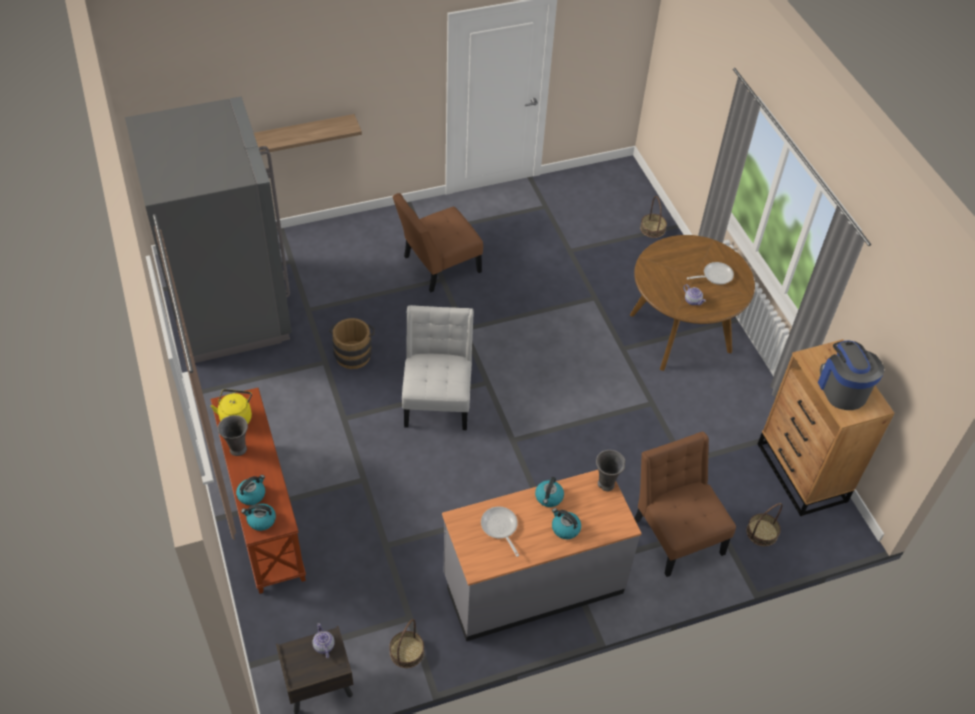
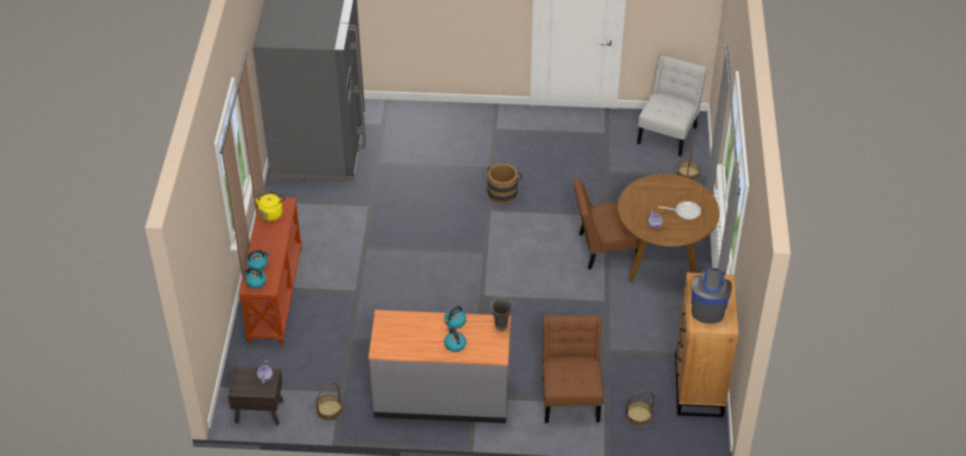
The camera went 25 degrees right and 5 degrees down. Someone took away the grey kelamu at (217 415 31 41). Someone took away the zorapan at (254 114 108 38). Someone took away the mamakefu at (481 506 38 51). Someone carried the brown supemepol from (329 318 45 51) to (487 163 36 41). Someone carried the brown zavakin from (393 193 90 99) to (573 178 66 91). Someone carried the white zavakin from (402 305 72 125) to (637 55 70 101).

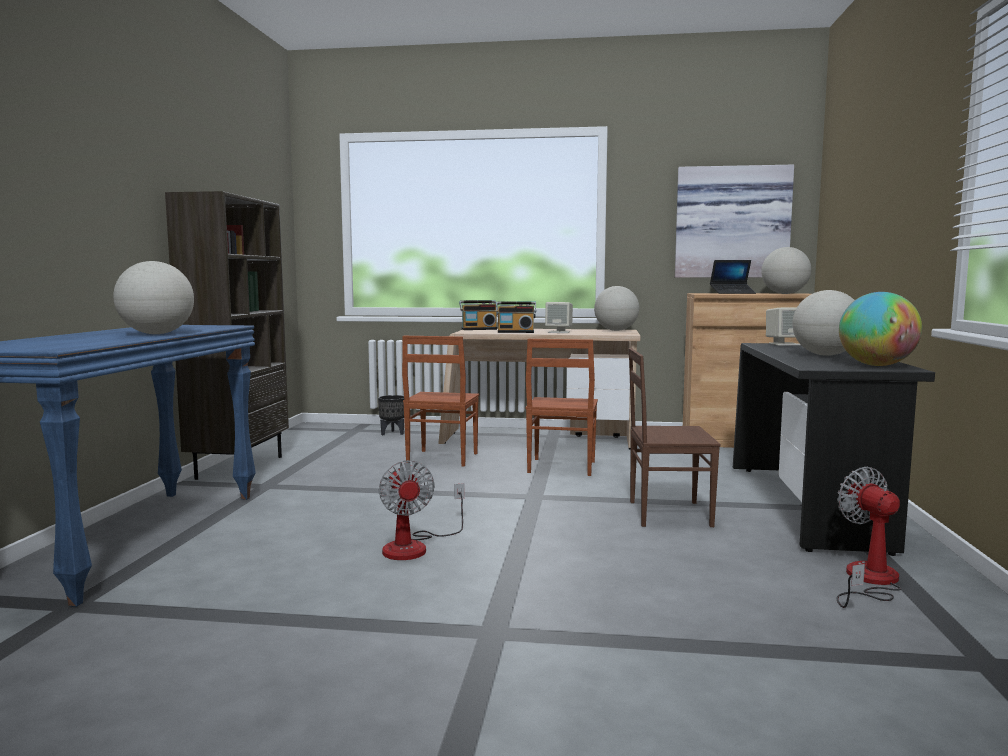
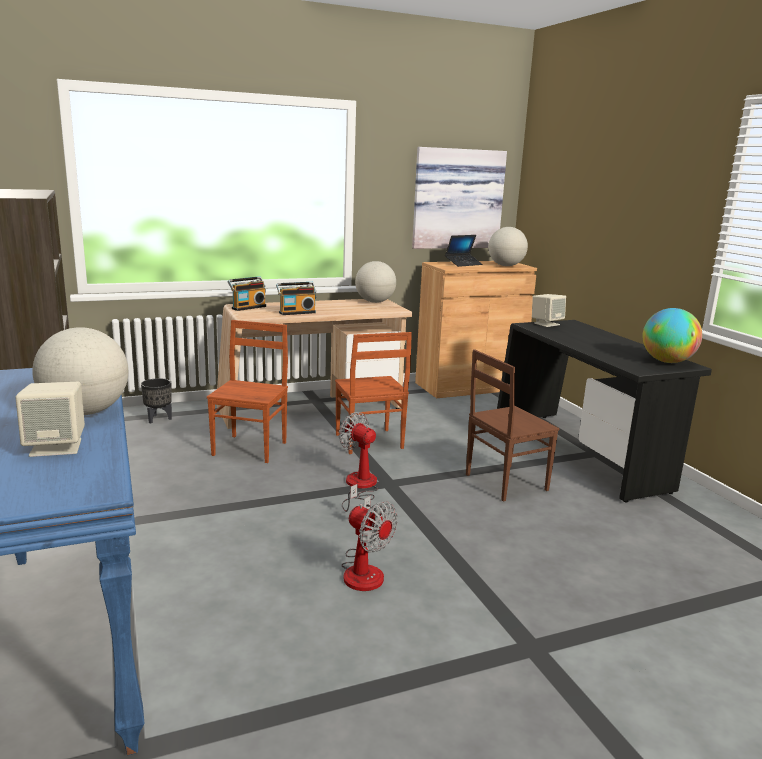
The camera went 30 degrees left and 10 degrees up. Someone took away the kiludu at (792 290 63 66). Someone carried the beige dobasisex from (545 302 28 31) to (15 382 70 75). Someone carried the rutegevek from (837 467 64 141) to (339 412 39 100). Someone rotated the brown zavakin at (402 336 77 131) by 150 degrees counterclockwise.

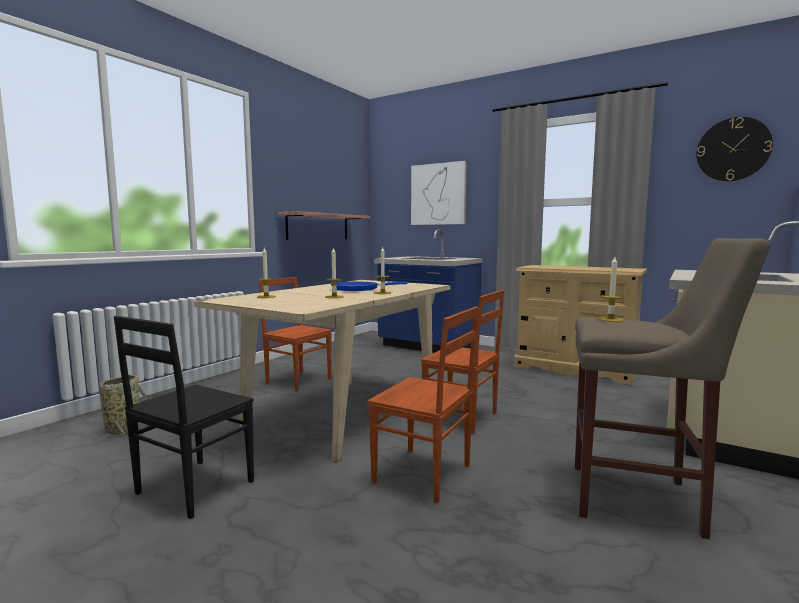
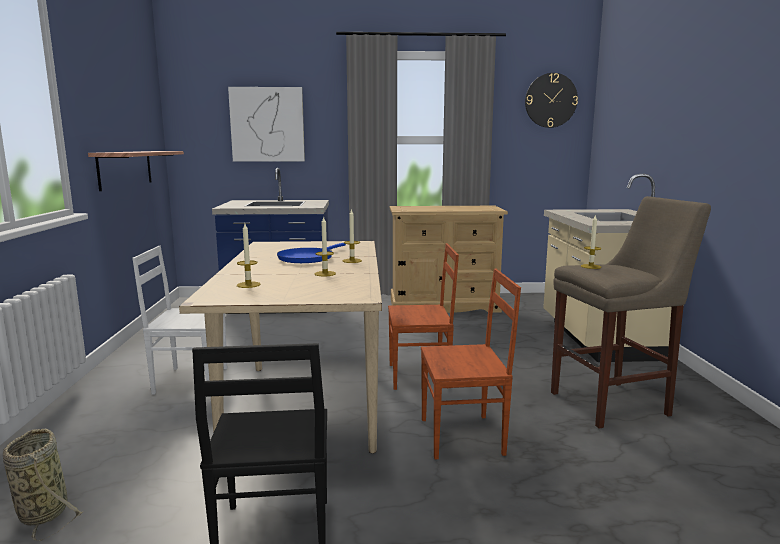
The camera went 35 degrees left and 5 degrees up. Someone repainted the brown zavakin at (259 277 73 115), which became the white zavakin at (132 246 95 149).

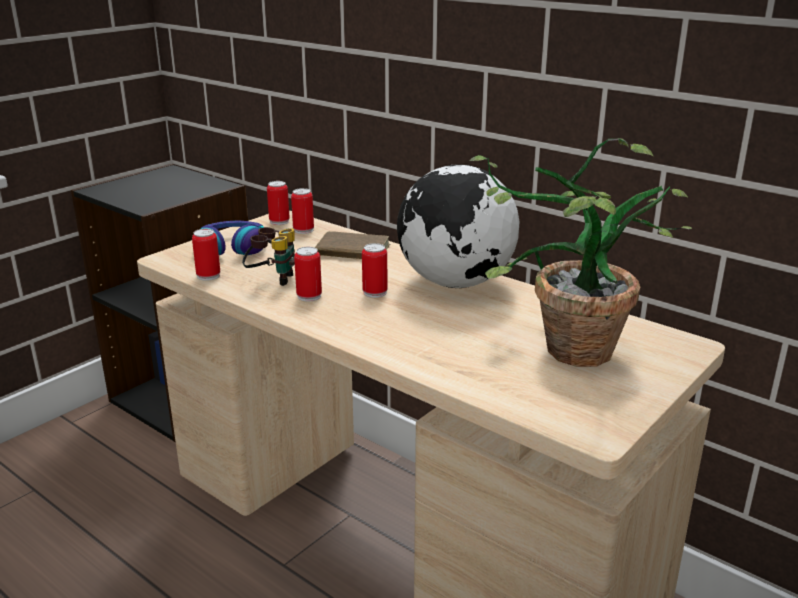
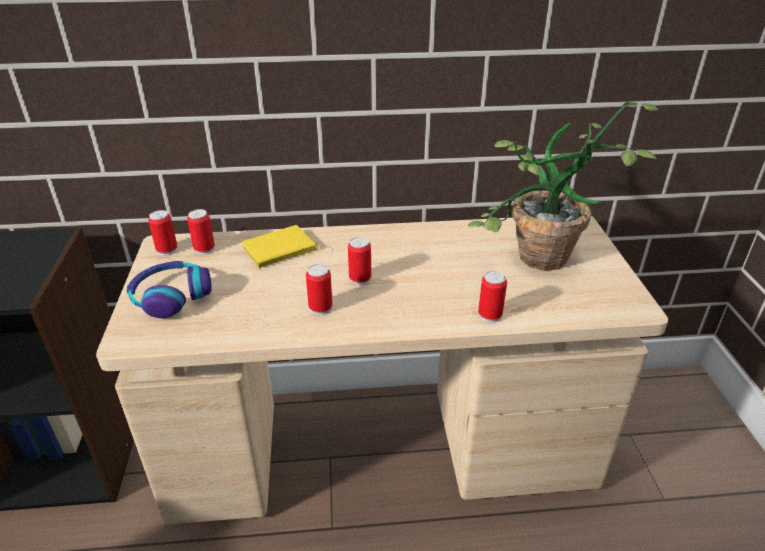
The camera went 45 degrees left and 10 degrees up. Someone took away the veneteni at (242 227 53 59). Someone took away the kiludu at (397 164 123 124). Someone carried the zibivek from (192 229 28 52) to (478 271 29 52). Someone repainted the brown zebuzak at (315 231 75 28), which became the yellow zebuzak at (241 225 81 43).

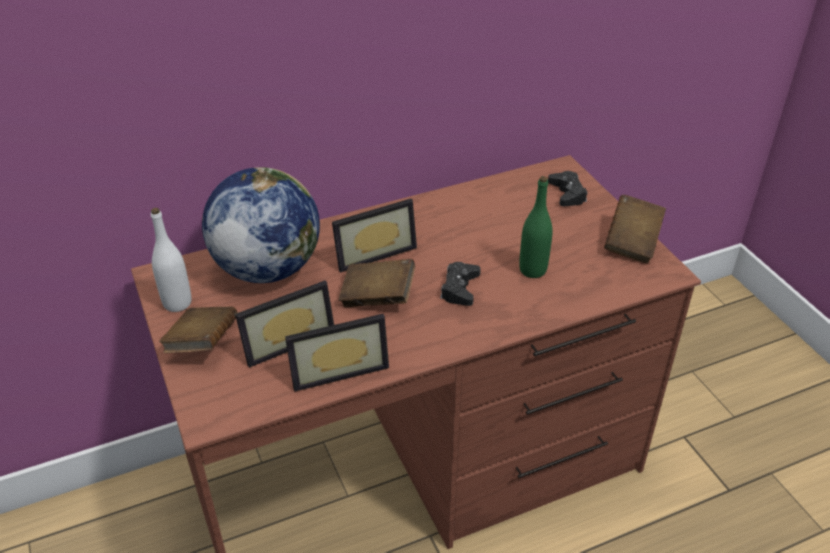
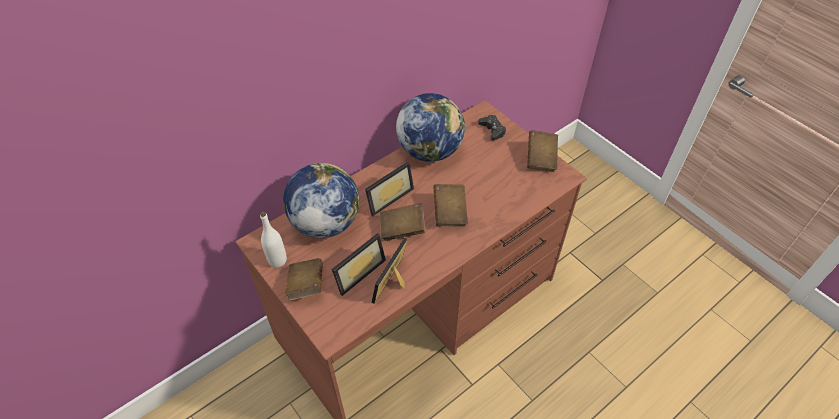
The camera went 15 degrees left and 10 degrees up. Someone took away the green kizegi at (519 176 34 102). Someone put down the kiludu at (396 93 69 69). Someone swapped the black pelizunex at (440 262 41 44) for the brown zebuzak at (433 184 35 43). Someone rotated the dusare at (285 314 104 78) by 150 degrees clockwise.

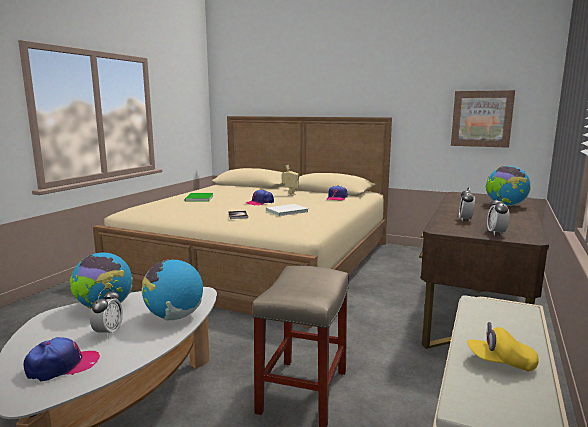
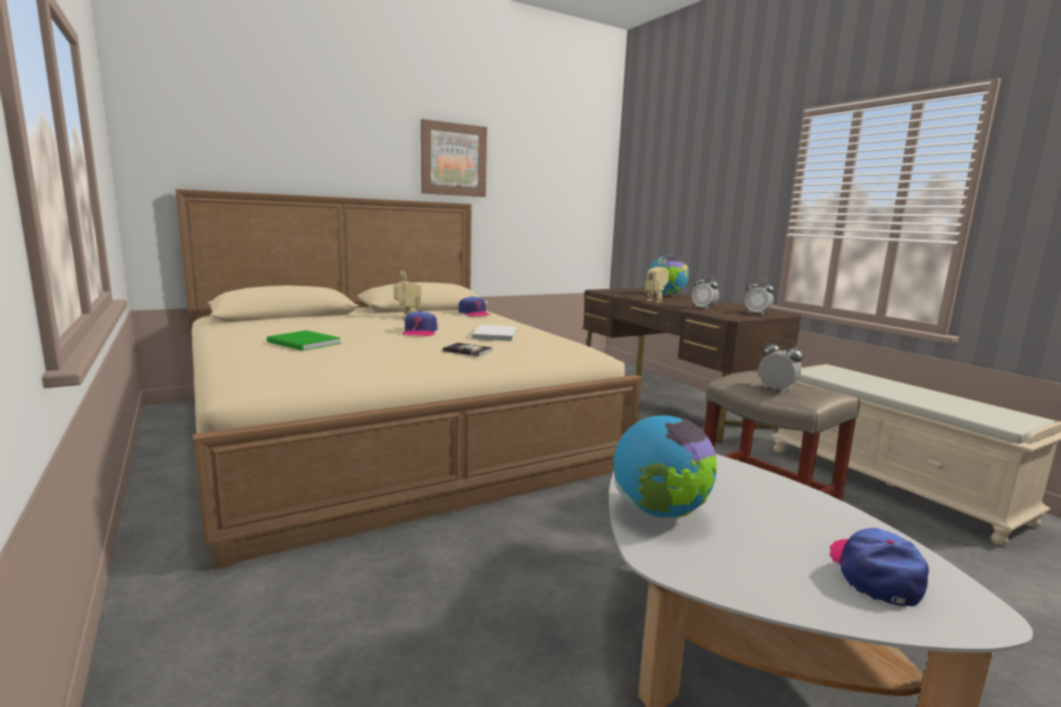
The camera went 55 degrees left and 0 degrees up. Someone took away the kiludu at (142 259 61 62). Someone took away the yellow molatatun at (467 322 72 49). Someone put down the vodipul at (645 257 24 46). Someone carried the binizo from (90 288 33 50) to (758 339 45 52). Someone carried the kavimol from (451 90 64 58) to (421 119 66 78).

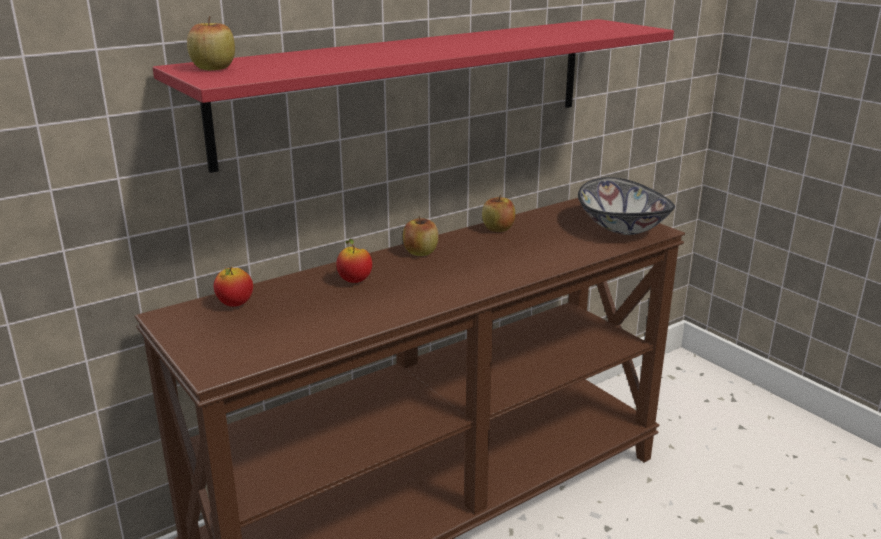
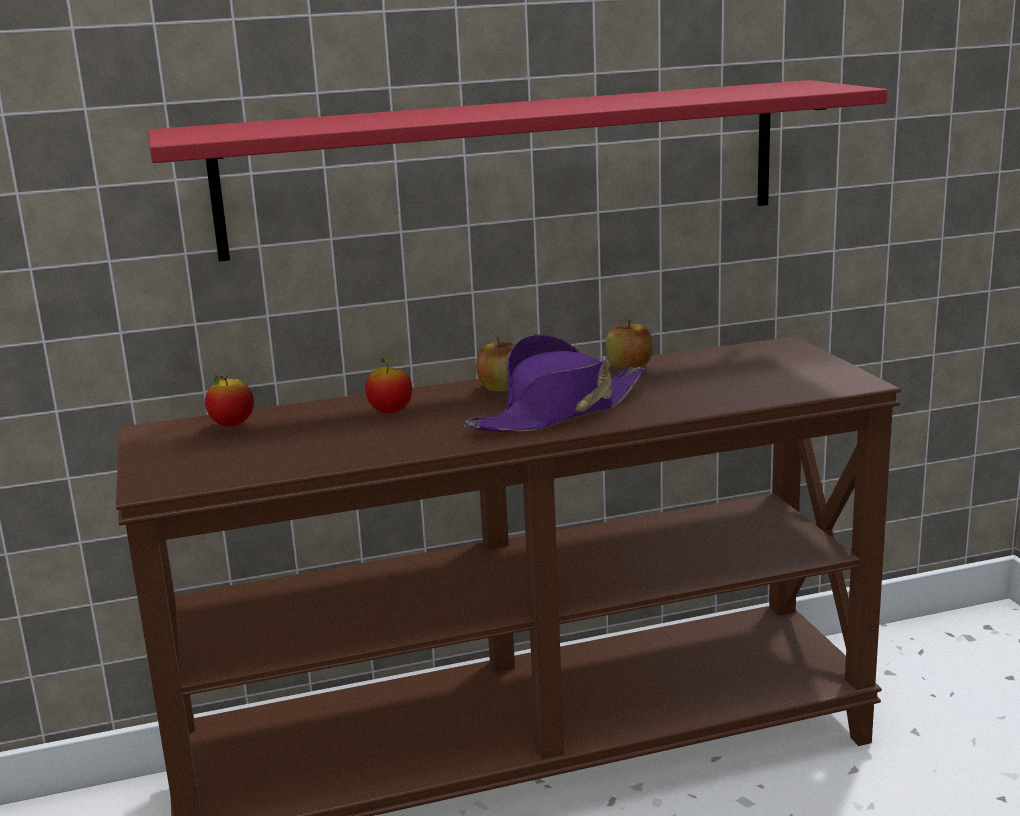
The camera went 20 degrees right and 5 degrees down. Someone took away the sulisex at (187 16 48 54). Someone took away the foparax at (578 177 97 58). Someone put down the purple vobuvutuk at (464 335 181 97).

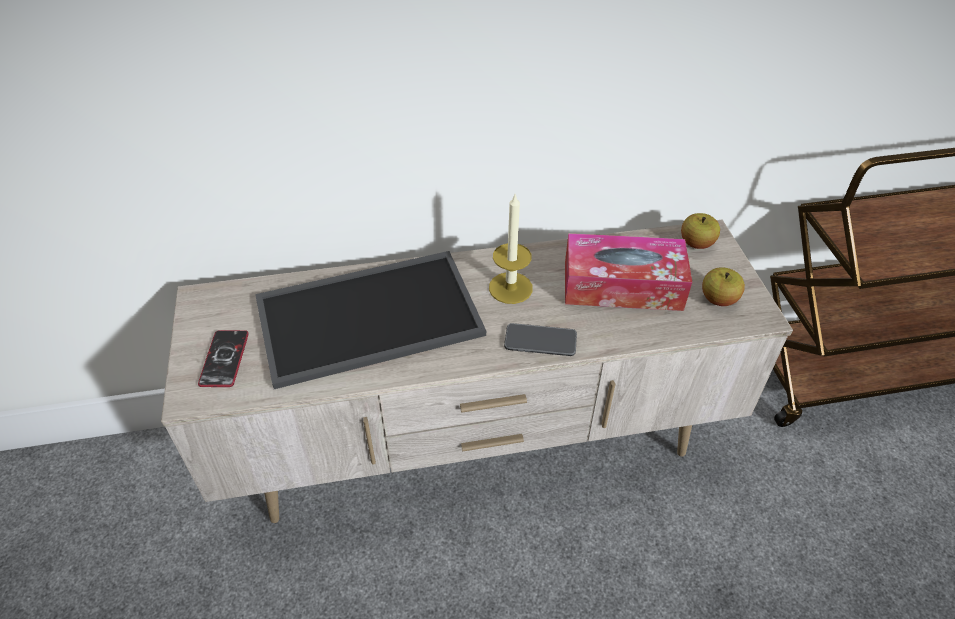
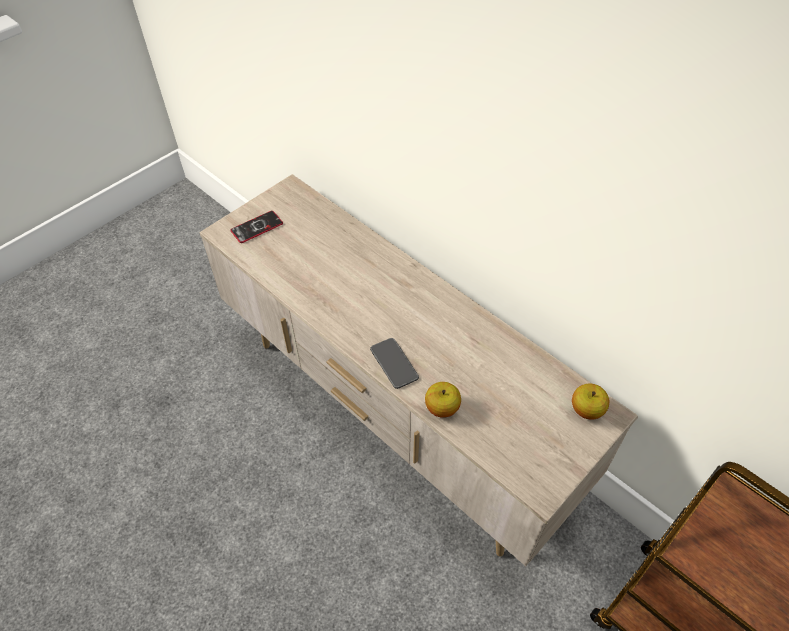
The camera went 55 degrees right and 5 degrees up. Someone took away the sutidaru at (255 251 231 138). Someone took away the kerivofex at (489 195 44 109). Someone took away the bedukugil at (565 233 127 78). Someone carried the sulisex from (702 267 43 39) to (425 382 36 36).

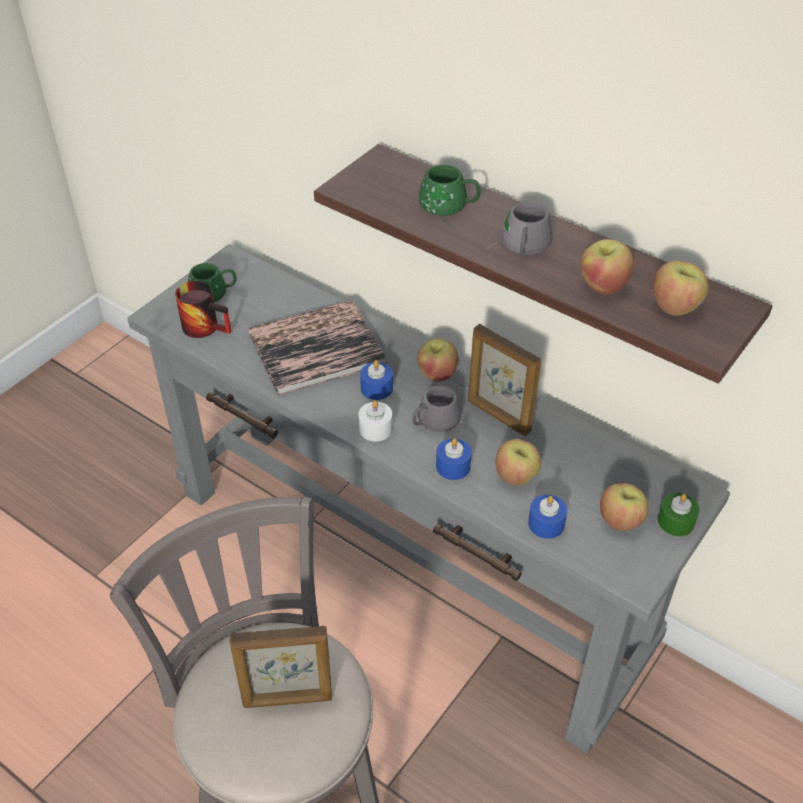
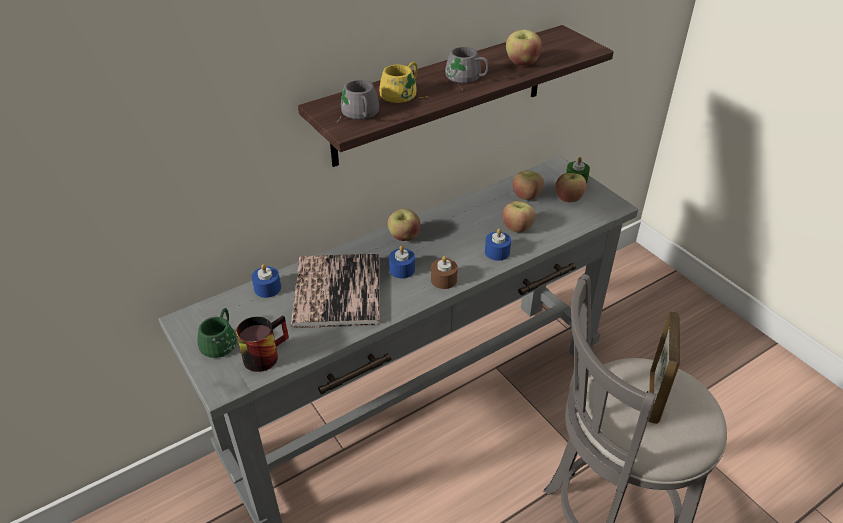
The camera went 70 degrees left and 5 degrees down. Someone took away the dusare at (468 324 73 112). Someone carried the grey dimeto from (406 385 55 47) to (336 80 43 43). Someone carried the blue kerivofex from (528 495 39 44) to (252 264 29 34). Someone carried the sulisex from (653 260 56 56) to (513 170 31 30). Someone repainted the white kerivofex at (358 401 34 41), which became the brown kerivofex at (431 256 27 33). Someone repainted the green dimeto at (419 165 62 61), which became the yellow dimeto at (379 61 50 42).

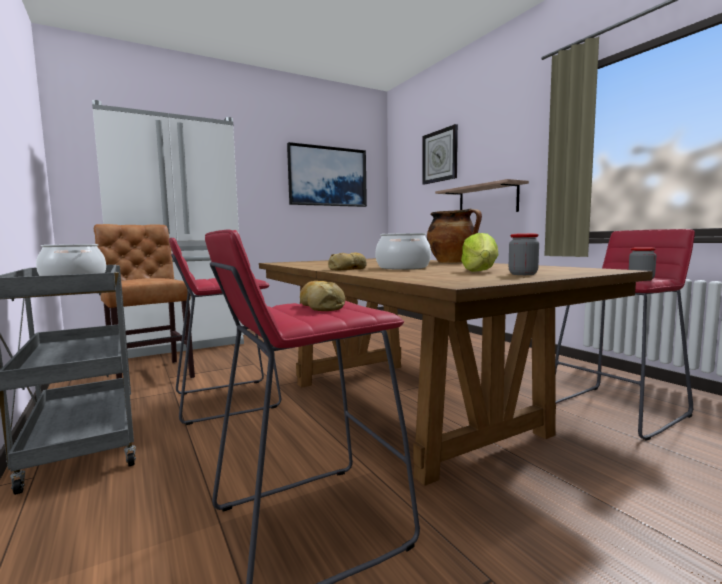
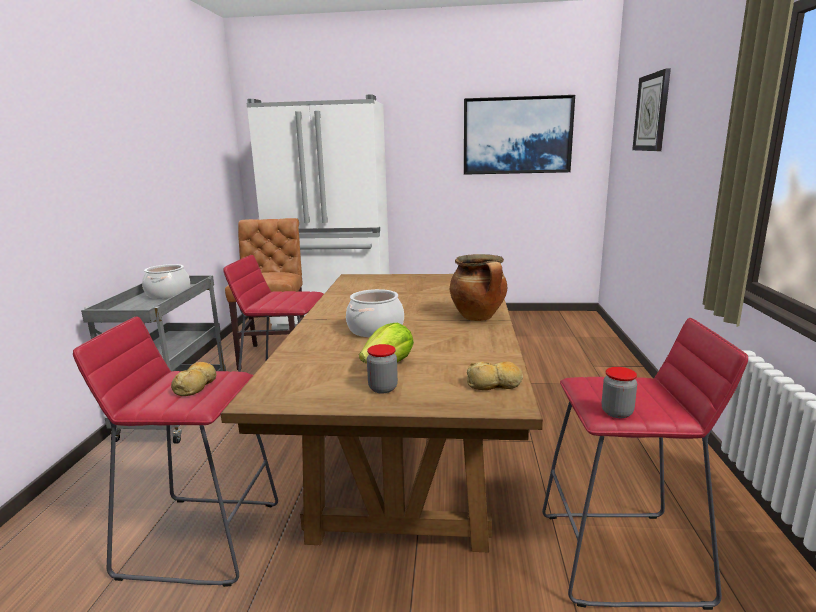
The camera went 35 degrees right and 10 degrees up. Someone took away the zorapan at (435 179 94 33). Someone carried the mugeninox from (328 253 39 17) to (467 361 56 29).

